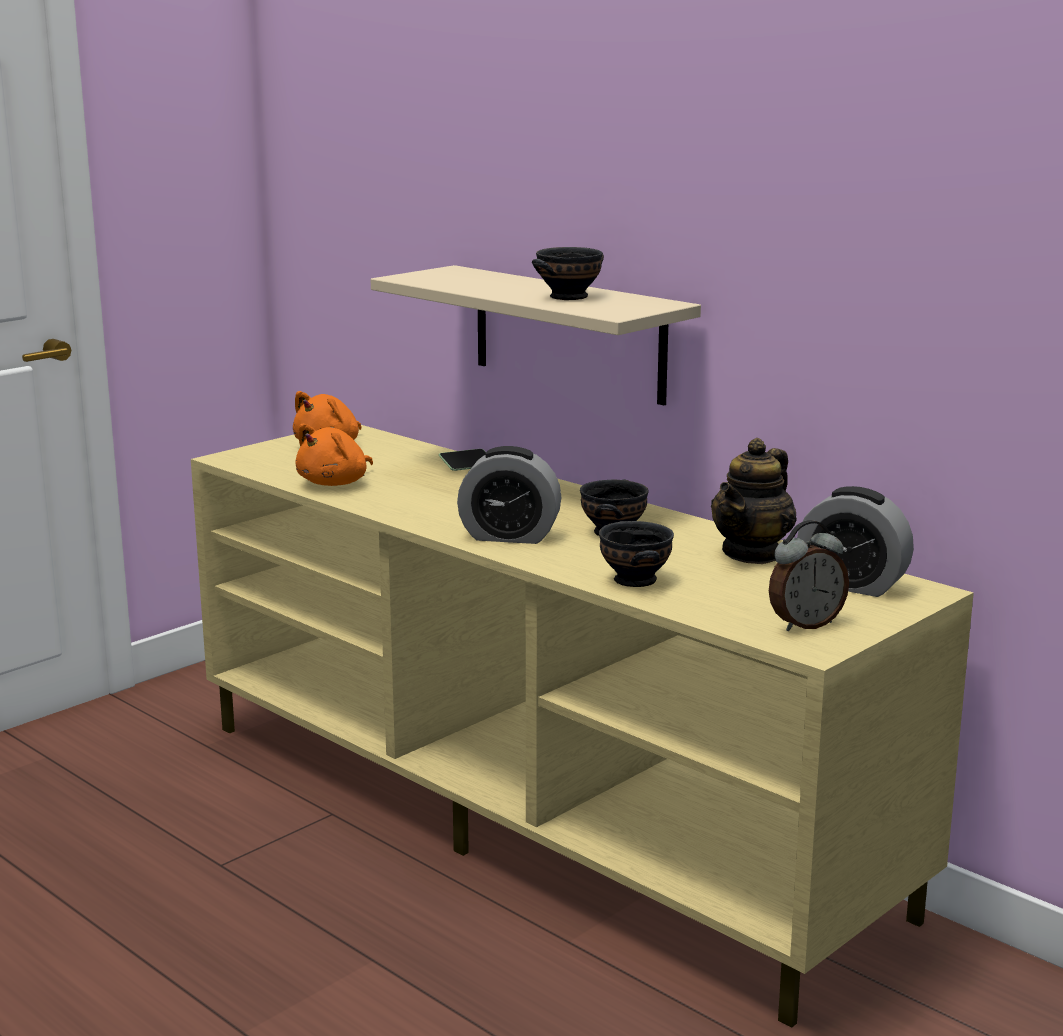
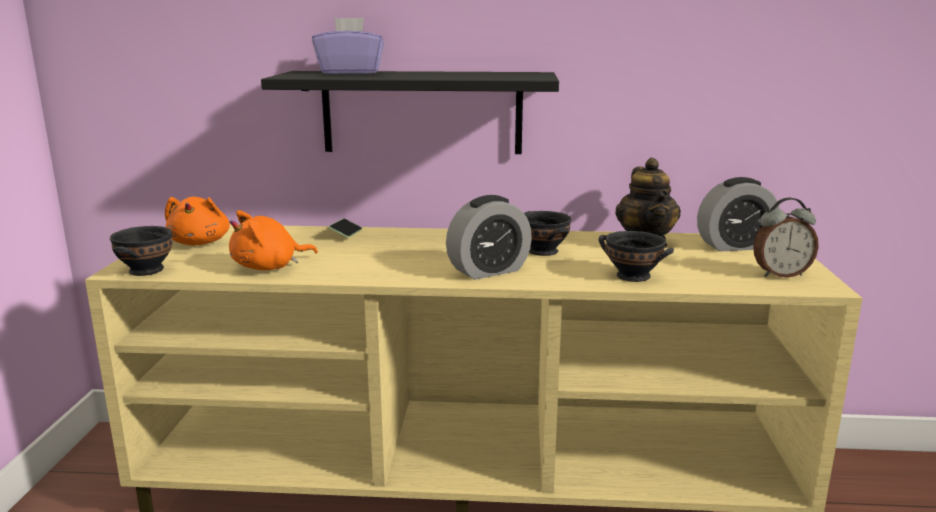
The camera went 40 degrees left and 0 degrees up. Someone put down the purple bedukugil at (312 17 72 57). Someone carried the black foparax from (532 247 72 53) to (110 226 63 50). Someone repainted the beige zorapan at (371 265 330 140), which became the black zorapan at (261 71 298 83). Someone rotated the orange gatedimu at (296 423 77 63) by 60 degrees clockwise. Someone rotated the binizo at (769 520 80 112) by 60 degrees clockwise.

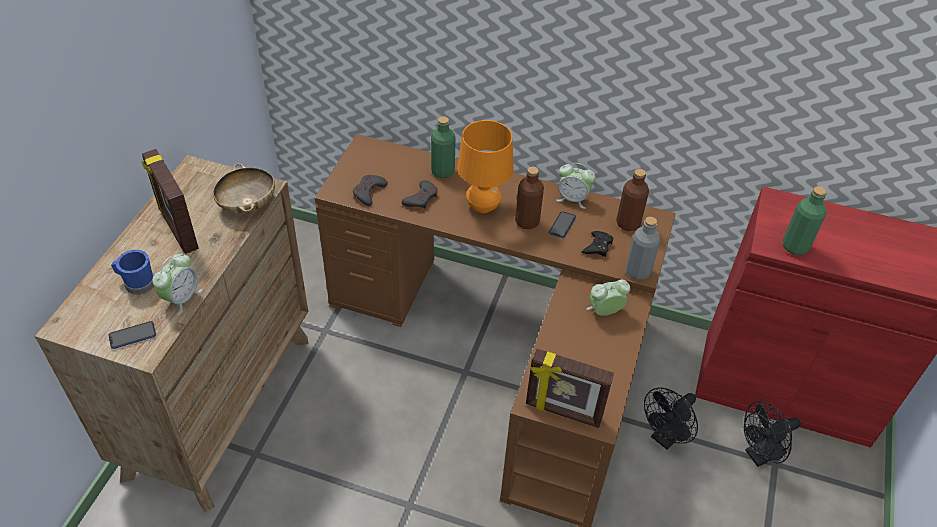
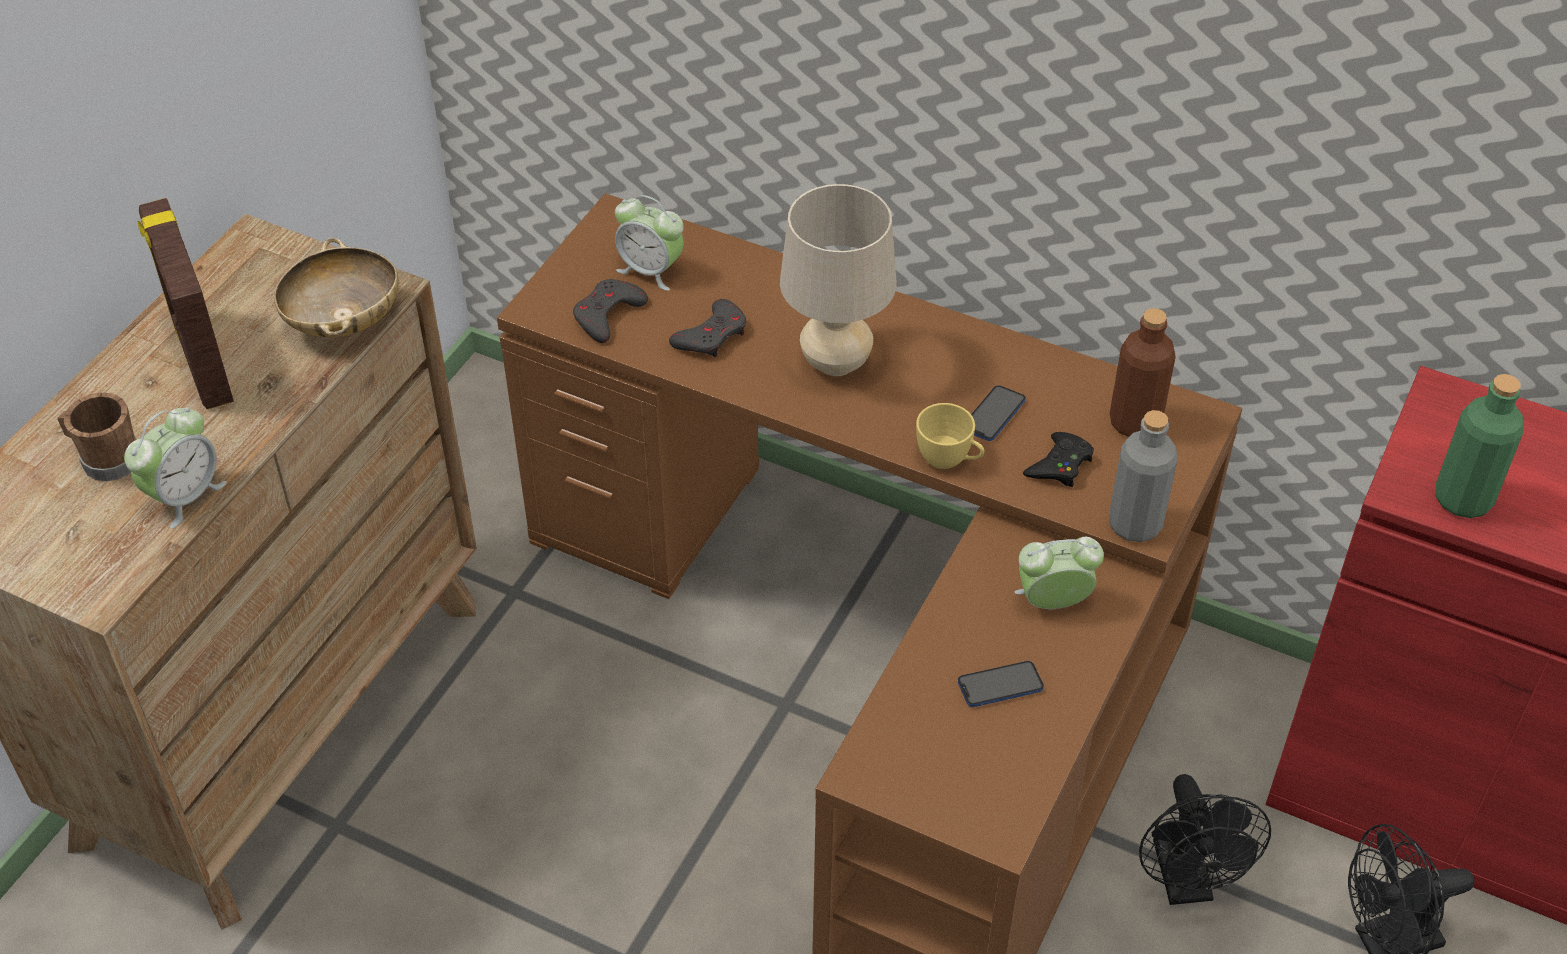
The camera went 10 degrees right and 0 degrees up. Someone took away the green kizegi at (431 117 25 61). Someone took away the brown kizegi at (515 166 29 63). Someone took away the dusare at (526 348 88 80). Someone put down the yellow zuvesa at (916 403 68 66). Someone carried the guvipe from (108 321 48 28) to (958 661 86 46). Someone carried the binizo from (556 163 40 46) to (615 195 69 96). Someone repainted the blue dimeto at (111 250 43 45), which became the brown dimeto at (57 392 80 89). Someone repainted the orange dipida at (457 120 57 93), which became the beige dipida at (780 184 116 192). Someone rotated the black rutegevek at (644 387 54 63) by 60 degrees counterclockwise.

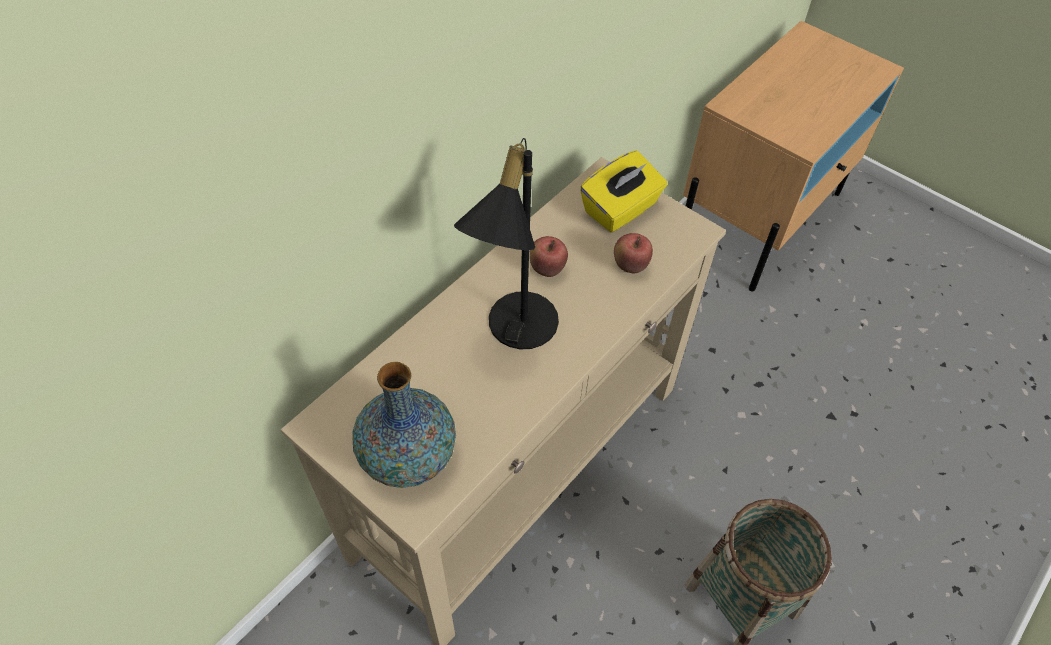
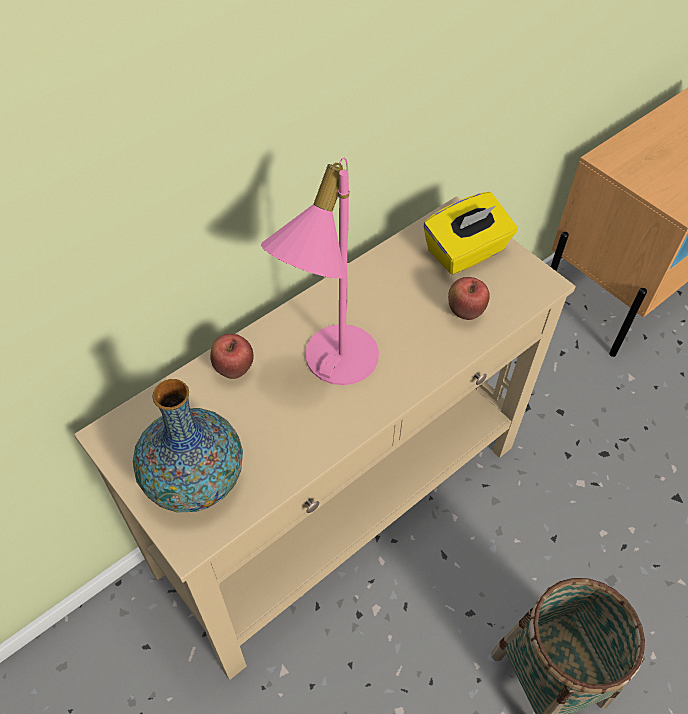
The camera went 10 degrees right and 0 degrees up. Someone carried the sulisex from (530 236 38 41) to (210 334 44 45). Someone repainted the black dipida at (454 138 105 211), which became the pink dipida at (261 157 118 228).

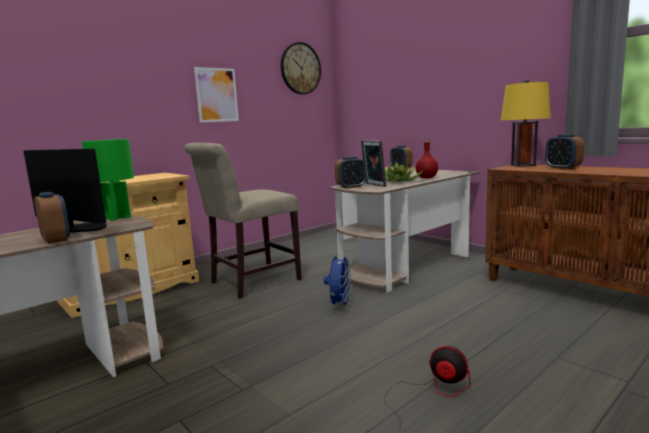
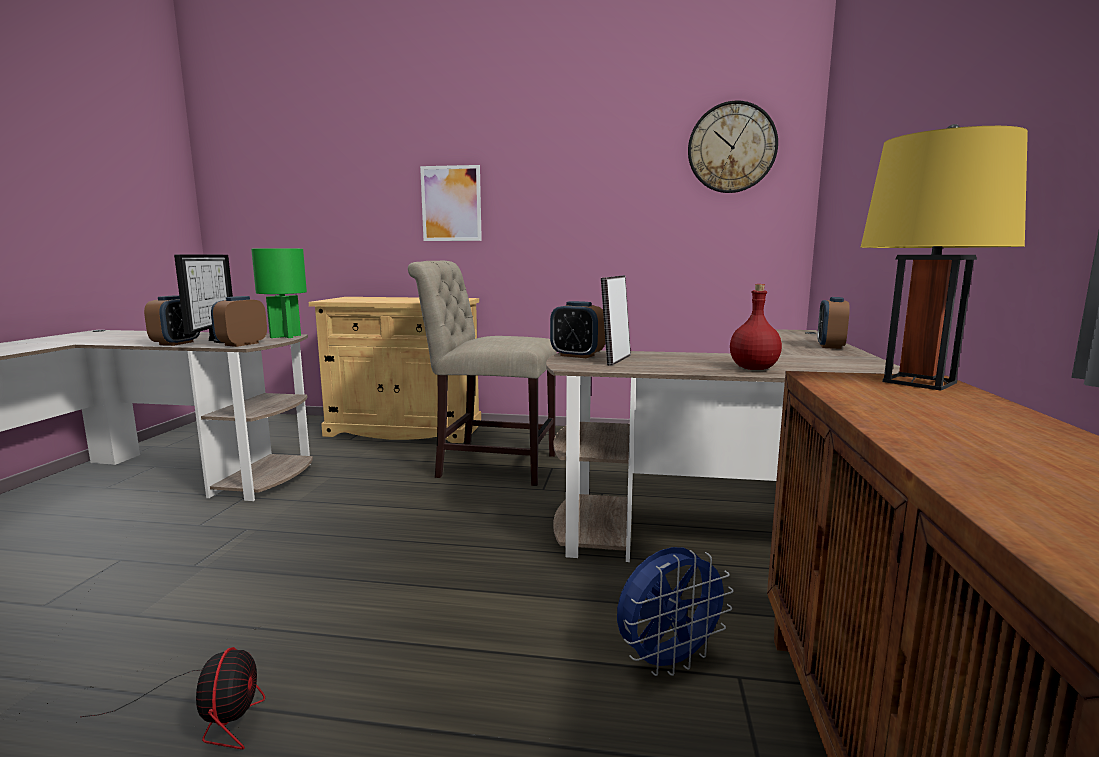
The camera went 50 degrees right and 0 degrees up. Someone took away the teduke at (385 162 38 20). Someone carried the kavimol from (194 67 45 55) to (420 165 62 76). Someone carried the blue rutegevek from (324 253 29 56) to (617 547 117 129). Someone carried the binizo from (545 135 39 35) to (211 296 56 51).

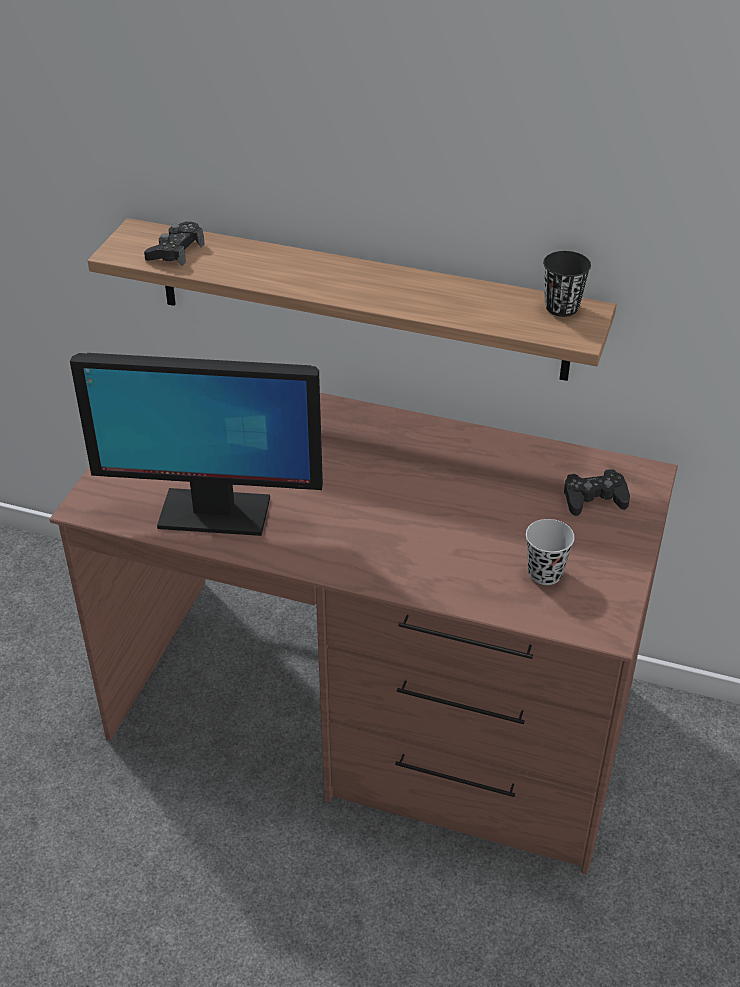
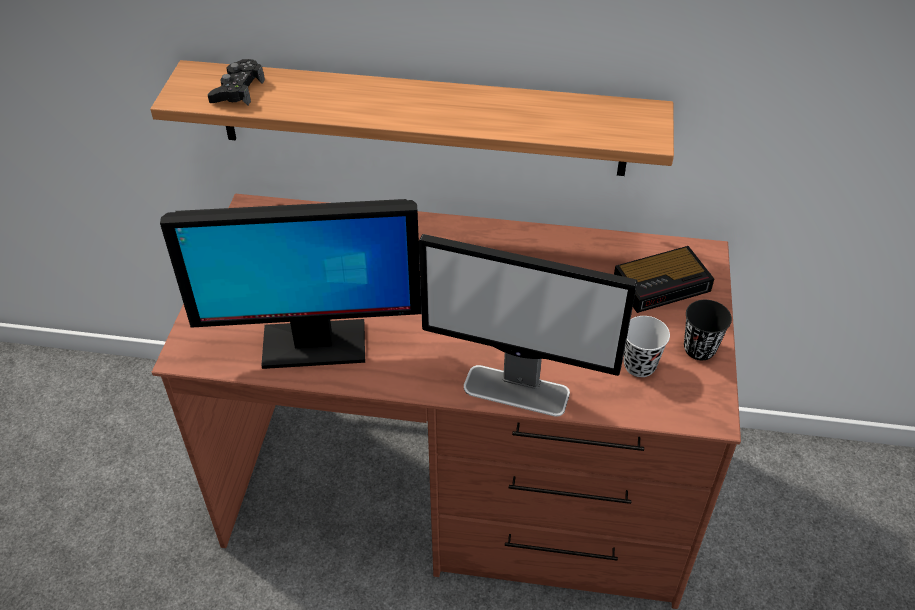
The camera went 10 degrees left and 5 degrees up. Someone put down the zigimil at (419 234 219 183). Someone carried the black zuvesa from (543 251 48 66) to (684 300 48 60). Someone swapped the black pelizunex at (564 469 66 47) for the binizo at (614 246 100 67).

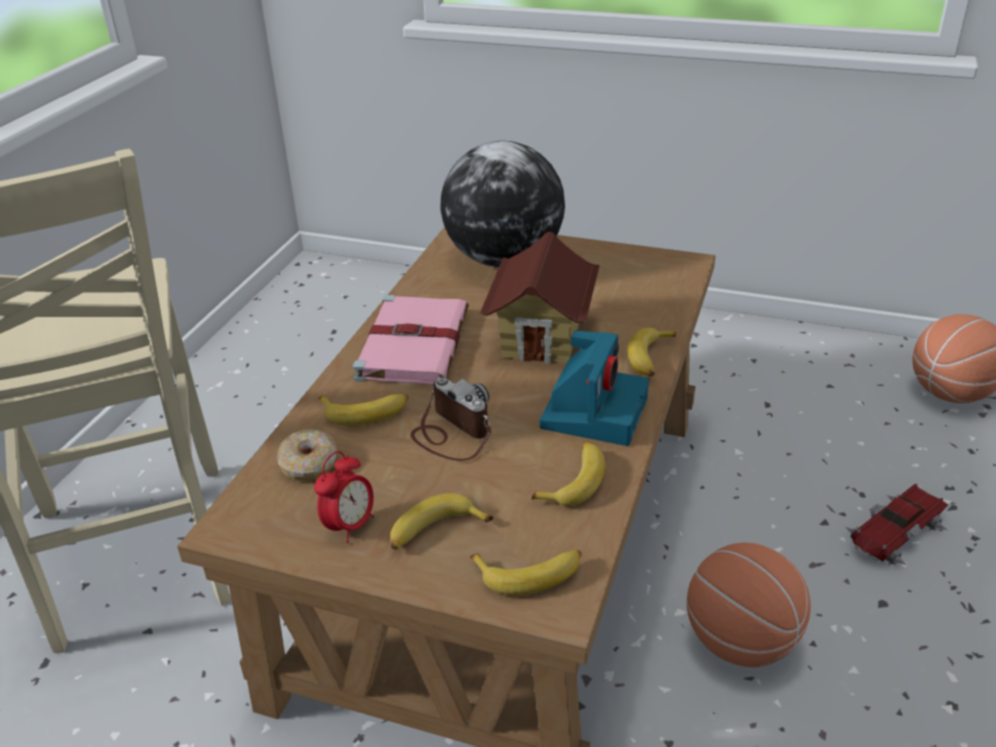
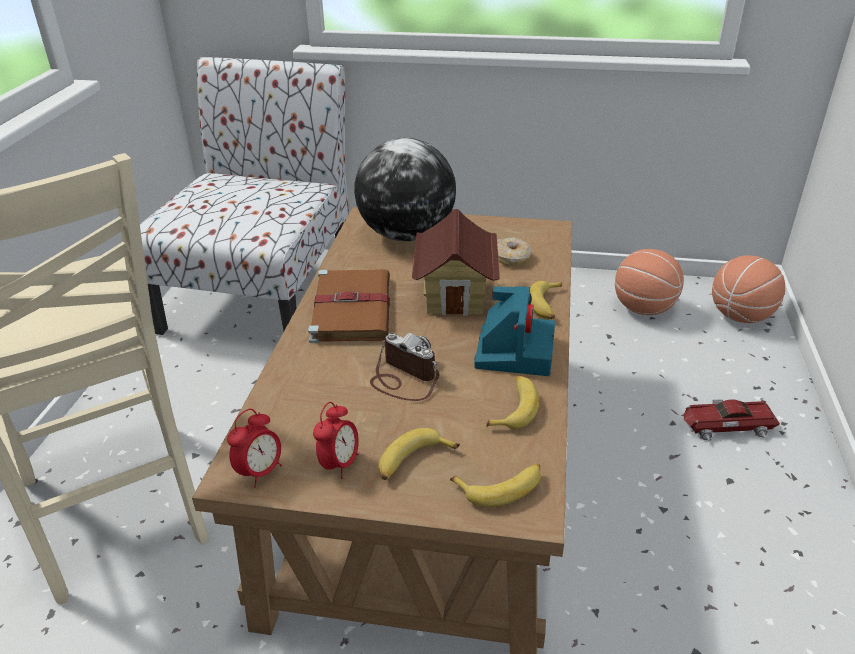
The camera went 10 degrees left and 0 degrees up. Someone took away the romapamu at (319 393 89 33). Someone put down the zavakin at (140 57 209 278). Someone put down the binizo at (227 409 55 79). Someone carried the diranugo from (278 429 59 53) to (497 237 35 29). Someone carried the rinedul from (687 542 124 125) to (615 249 69 66). Someone repainted the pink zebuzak at (352 295 117 90), which became the brown zebuzak at (308 269 82 74). Someone rotated the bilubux at (846 484 102 81) by 45 degrees clockwise.

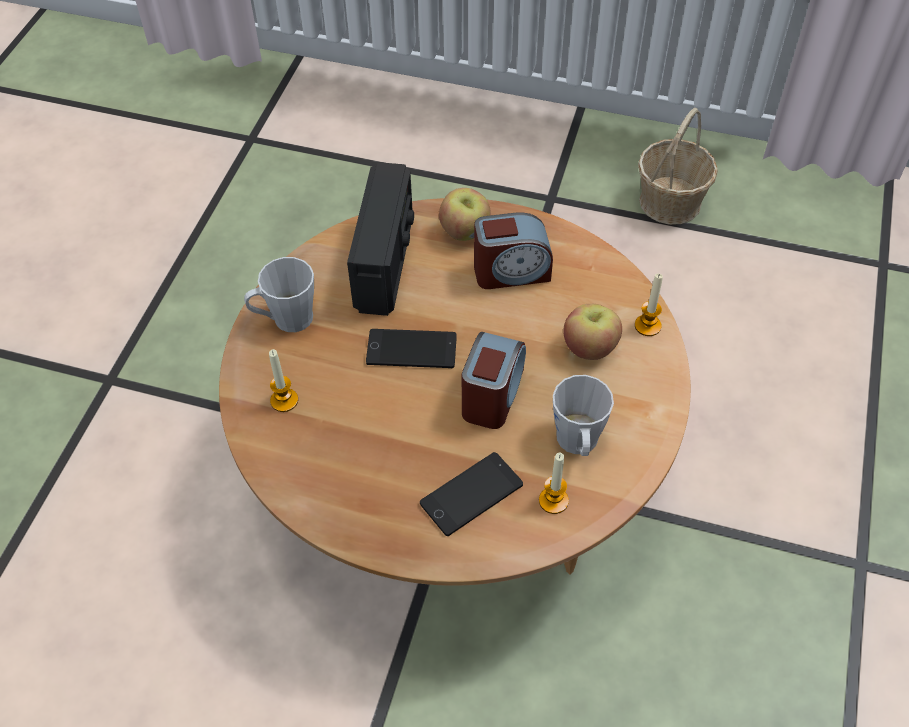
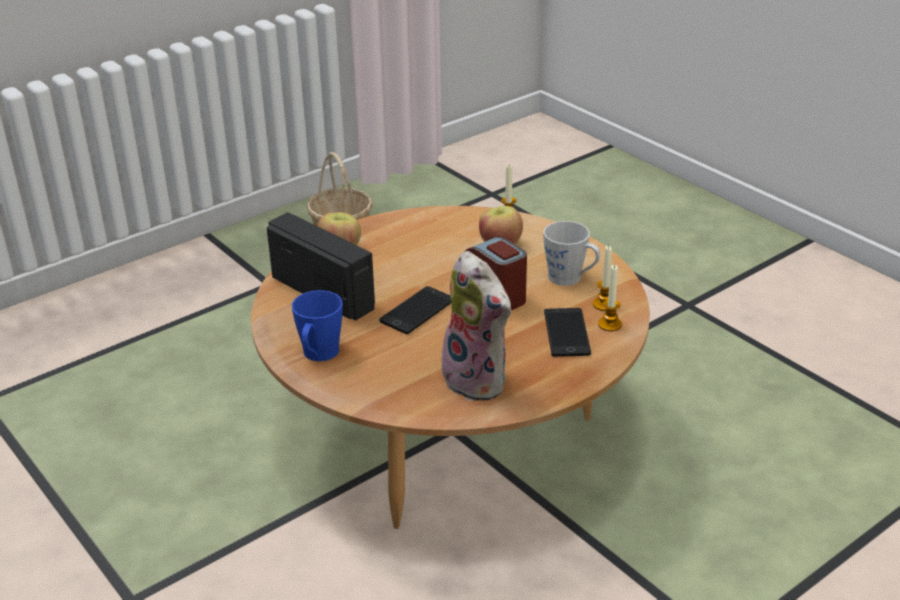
The camera went 55 degrees left and 20 degrees down. Someone took away the binizo at (474 212 79 77). Someone put down the gatedimu at (438 251 74 150). Someone carried the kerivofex from (269 349 29 63) to (598 265 24 66). Someone repainted the grey dimeto at (244 257 70 75), which became the blue dimeto at (292 290 51 71).

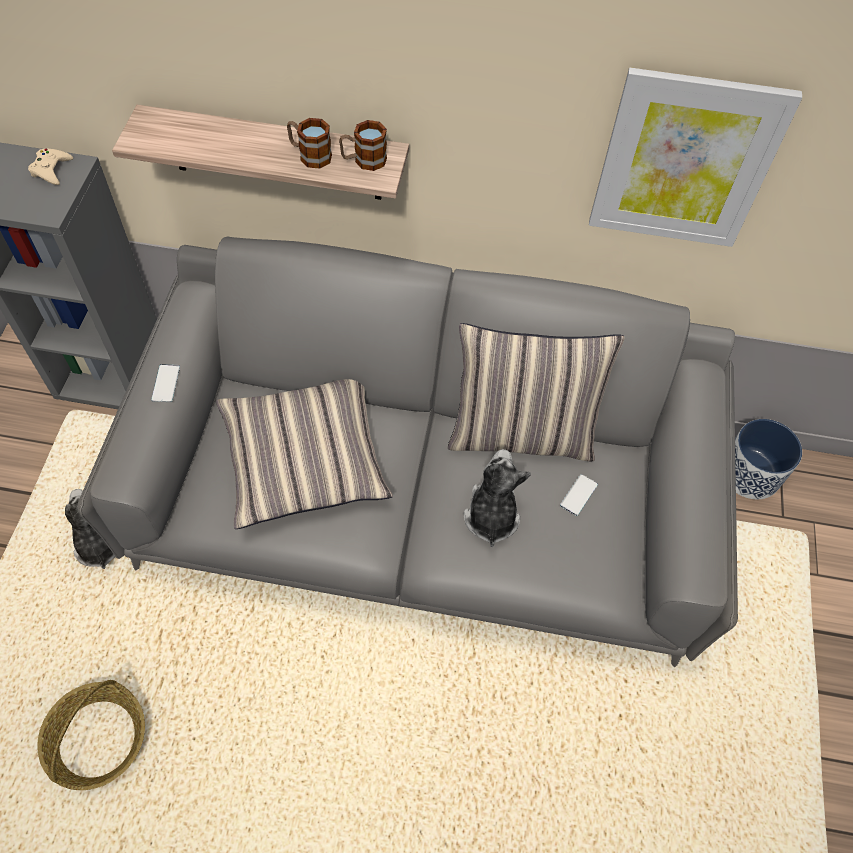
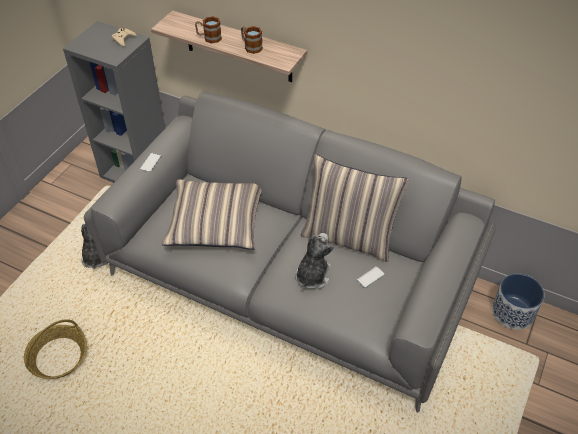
The camera went 20 degrees right and 10 degrees down. Someone took away the kavimol at (589 68 213 179). Someone carried the dimeto from (339 120 48 51) to (195 16 27 28).

